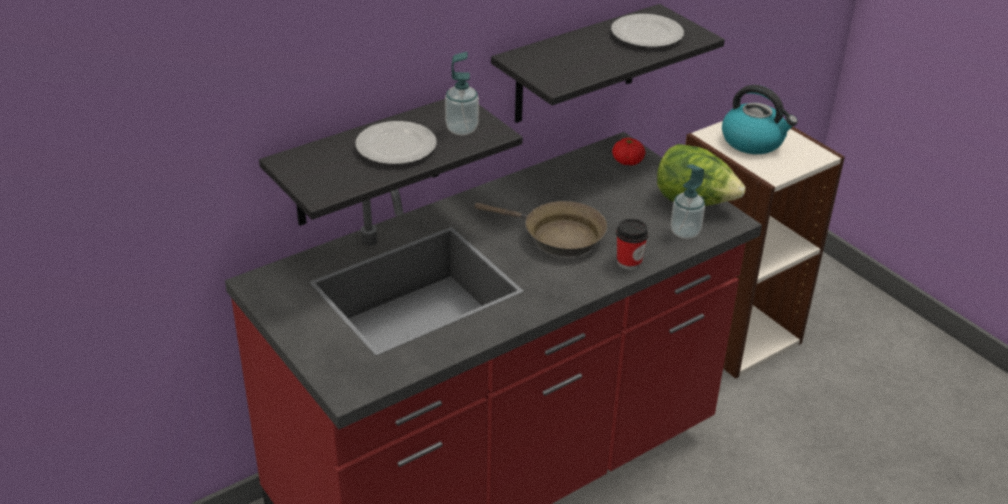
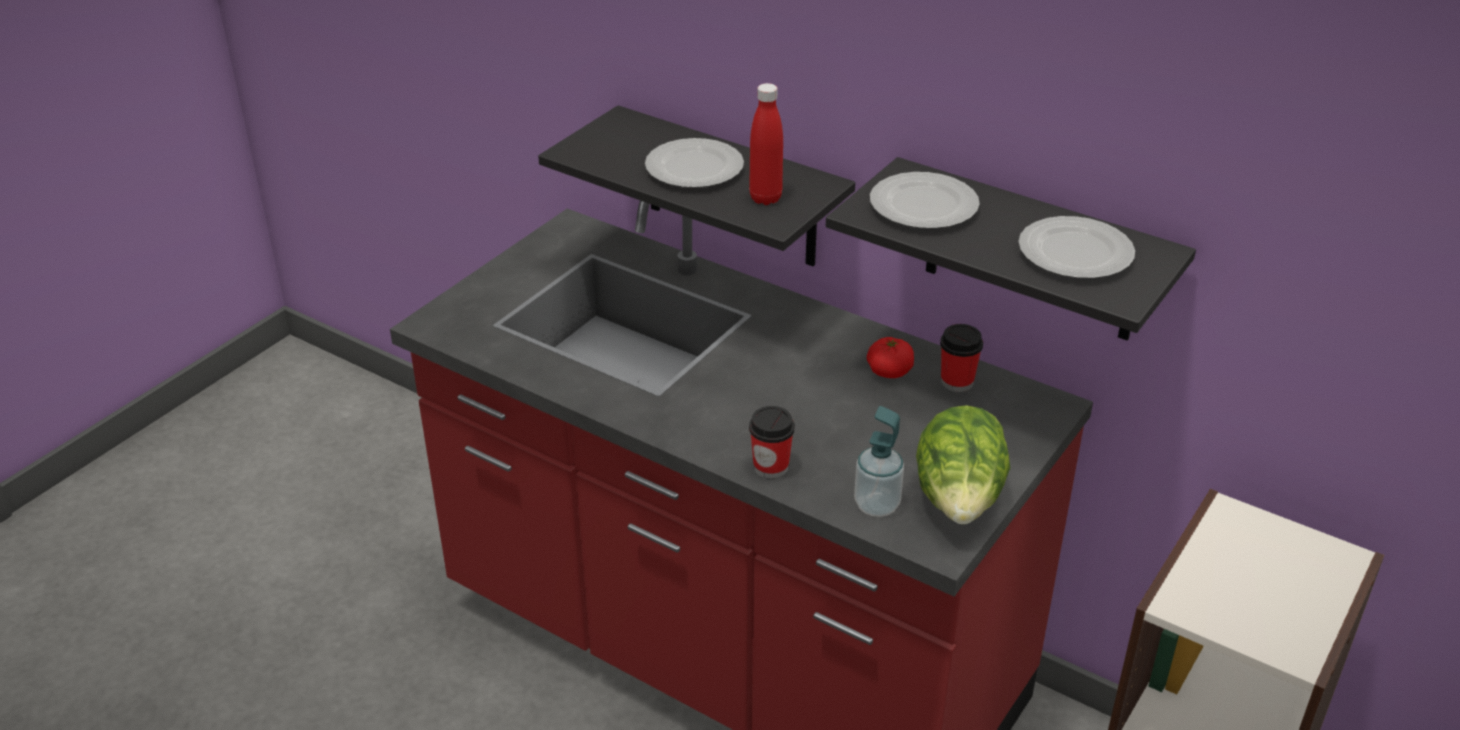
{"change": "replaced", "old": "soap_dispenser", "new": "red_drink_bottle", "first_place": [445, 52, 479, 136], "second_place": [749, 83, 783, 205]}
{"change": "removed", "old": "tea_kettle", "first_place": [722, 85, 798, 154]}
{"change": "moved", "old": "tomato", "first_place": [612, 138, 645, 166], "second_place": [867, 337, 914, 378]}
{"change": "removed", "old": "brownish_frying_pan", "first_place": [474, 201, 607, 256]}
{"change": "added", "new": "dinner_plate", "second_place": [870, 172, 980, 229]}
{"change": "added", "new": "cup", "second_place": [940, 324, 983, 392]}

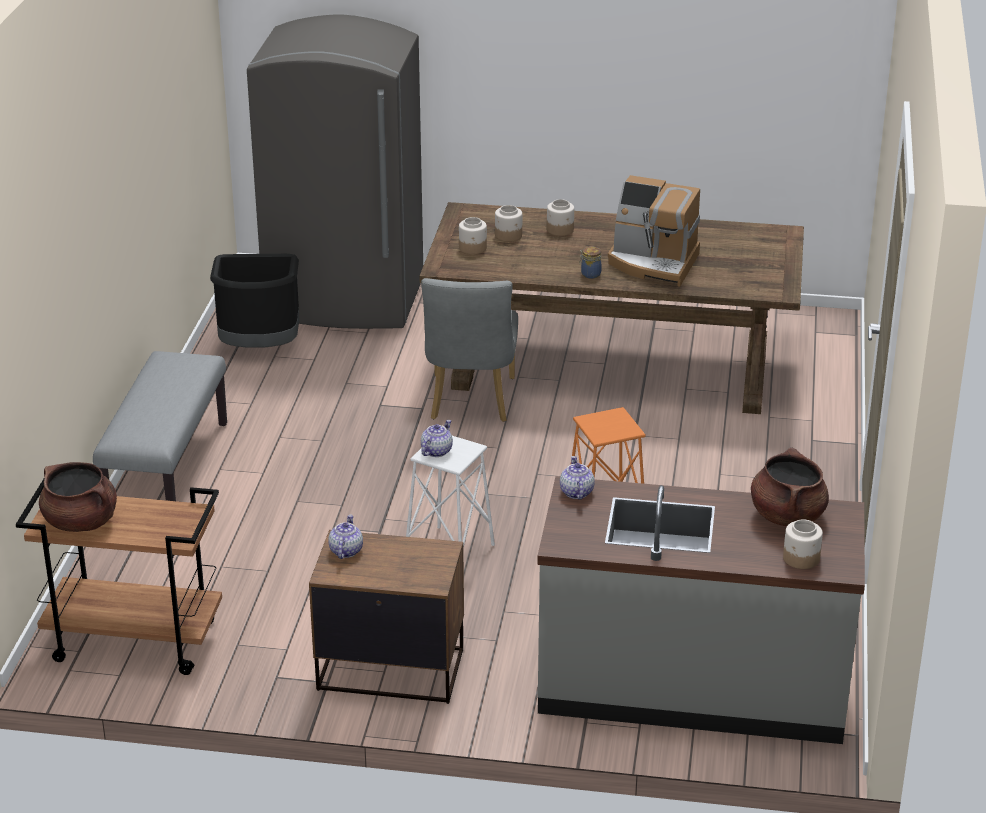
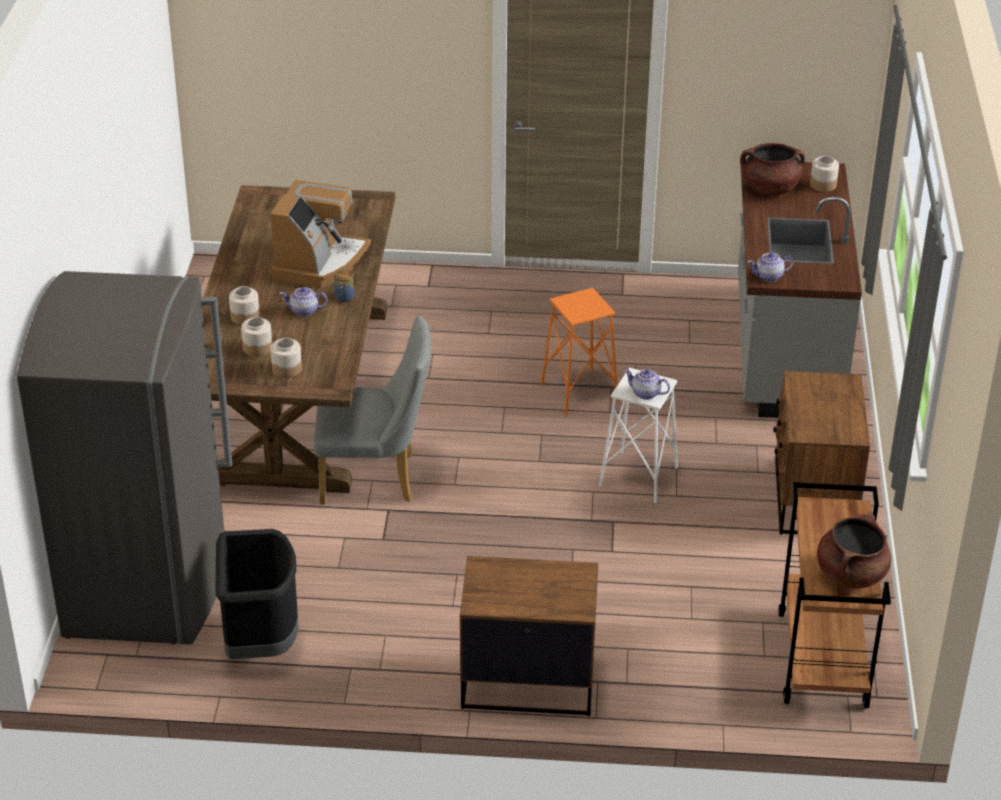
{"change": "replaced", "old": "grey_long_seat", "new": "brownish_night_table", "first_place": [93, 351, 227, 501], "second_place": [460, 556, 598, 716]}
{"change": "moved", "old": "tea_pot", "first_place": [328, 515, 363, 559], "second_place": [280, 287, 328, 317]}

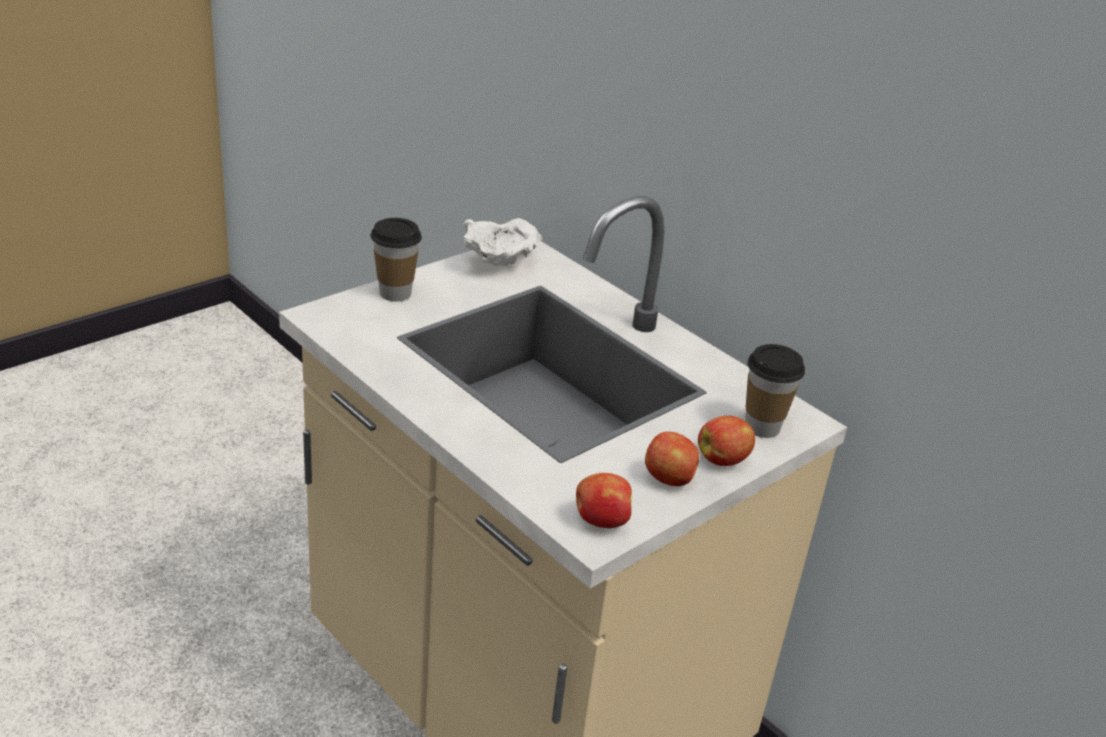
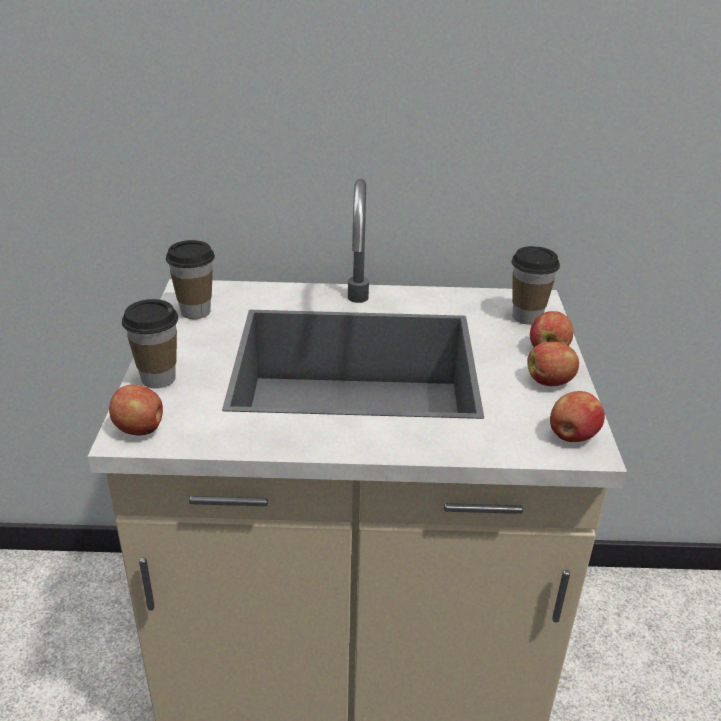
{"change": "replaced", "old": "whitish_bowl", "new": "cup", "first_place": [463, 218, 543, 266], "second_place": [166, 240, 215, 319]}
{"change": "added", "new": "apple", "second_place": [109, 384, 163, 435]}

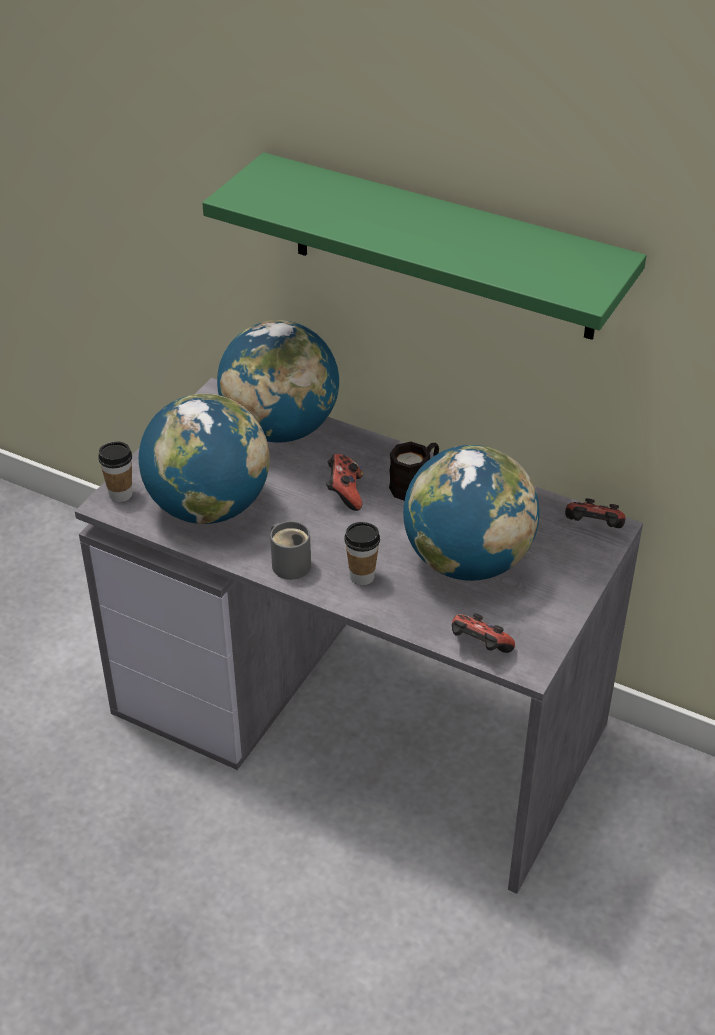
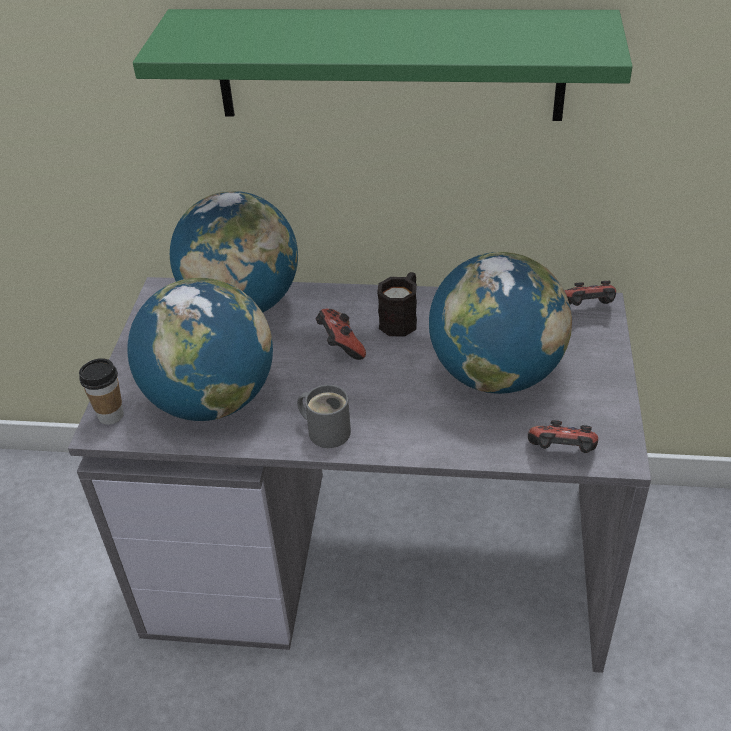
{"change": "removed", "old": "cup", "first_place": [345, 522, 380, 585]}

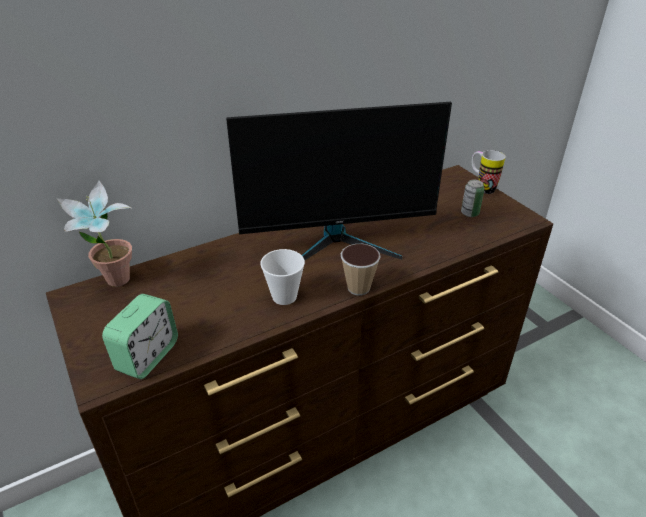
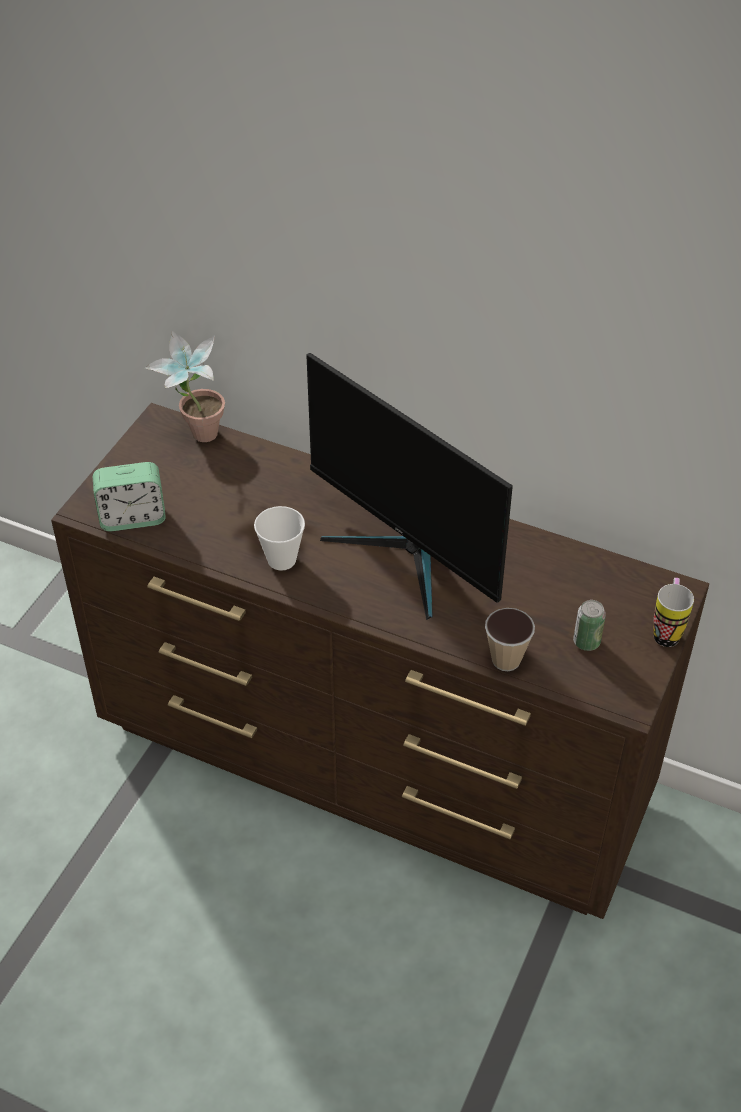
{"change": "moved", "old": "cup", "first_place": [341, 244, 381, 295], "second_place": [485, 608, 535, 671]}

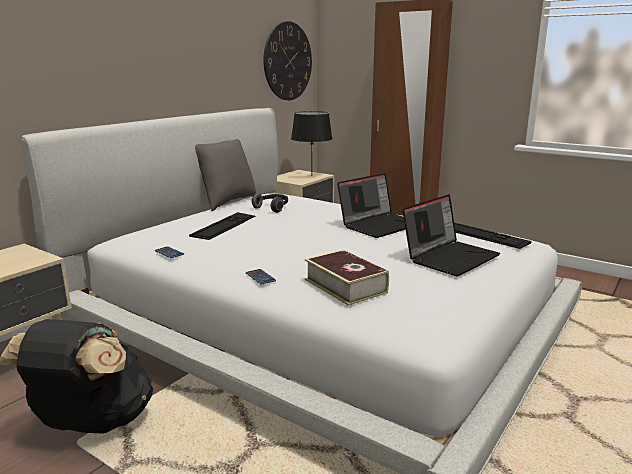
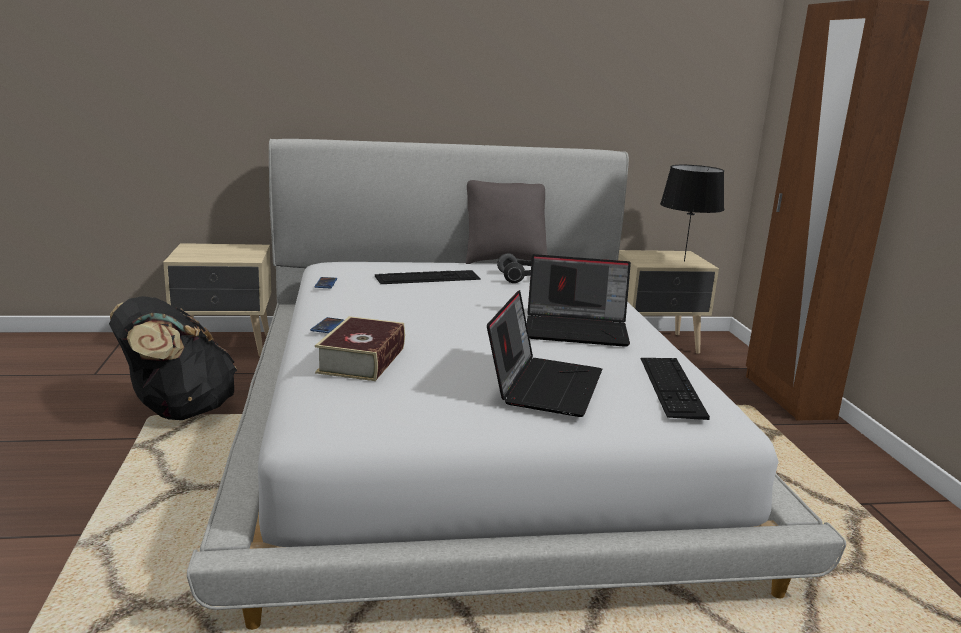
{"change": "removed", "old": "clock_on_the_wall", "first_place": [263, 21, 312, 100]}
{"change": "turned", "old": "portable_computer", "first_place": [402, 194, 501, 276], "second_place": [487, 290, 603, 417], "degrees": -75}

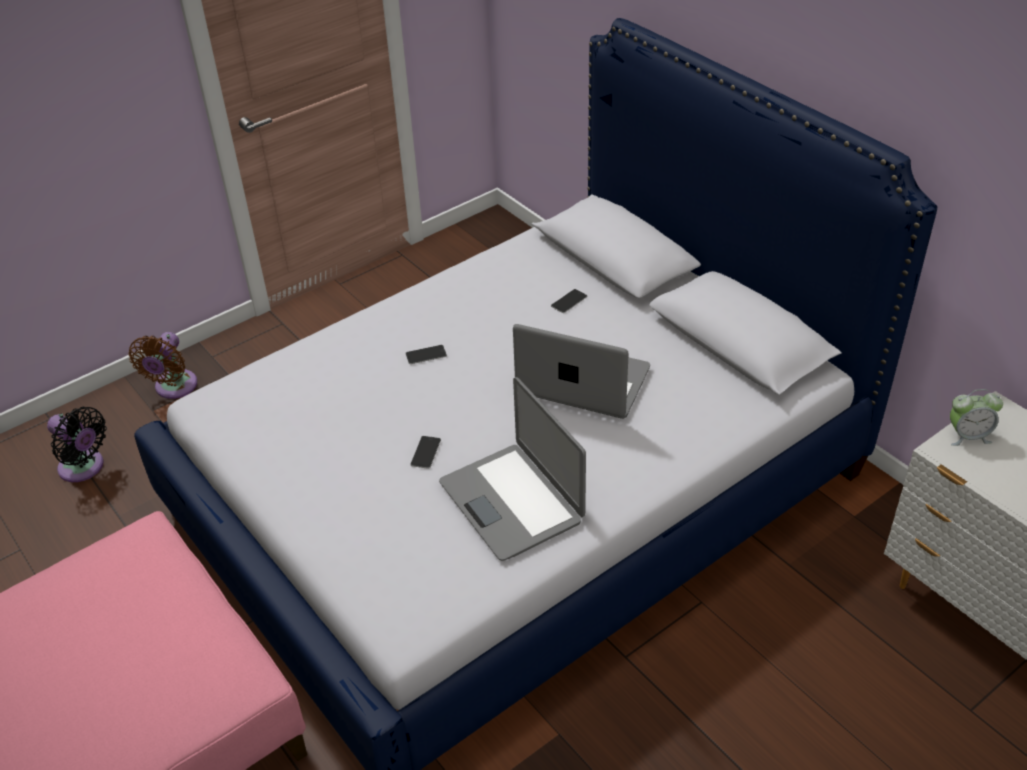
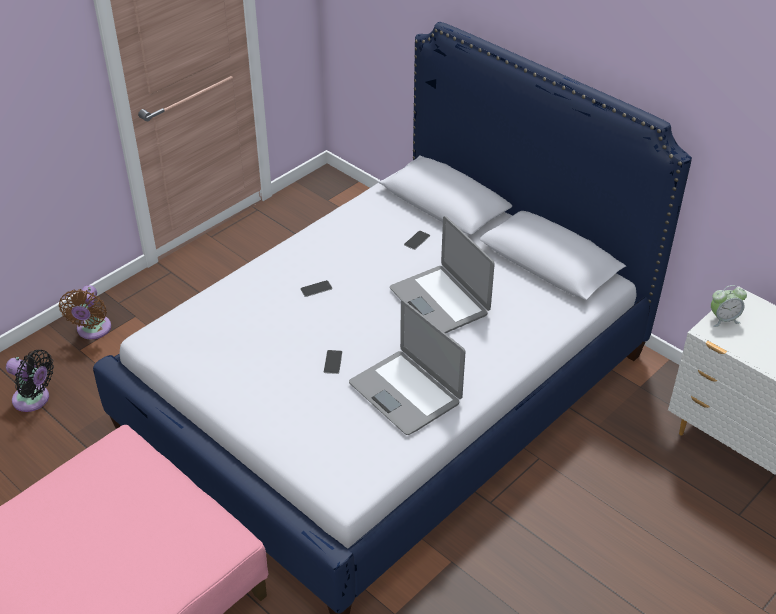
{"change": "turned", "old": "portable_computer", "first_place": [513, 324, 650, 419], "second_place": [390, 216, 495, 333], "degrees": -135}

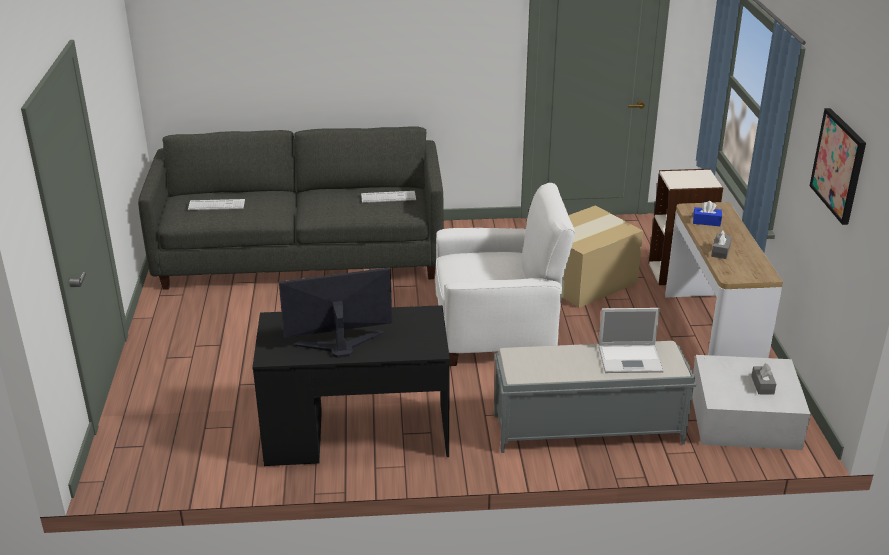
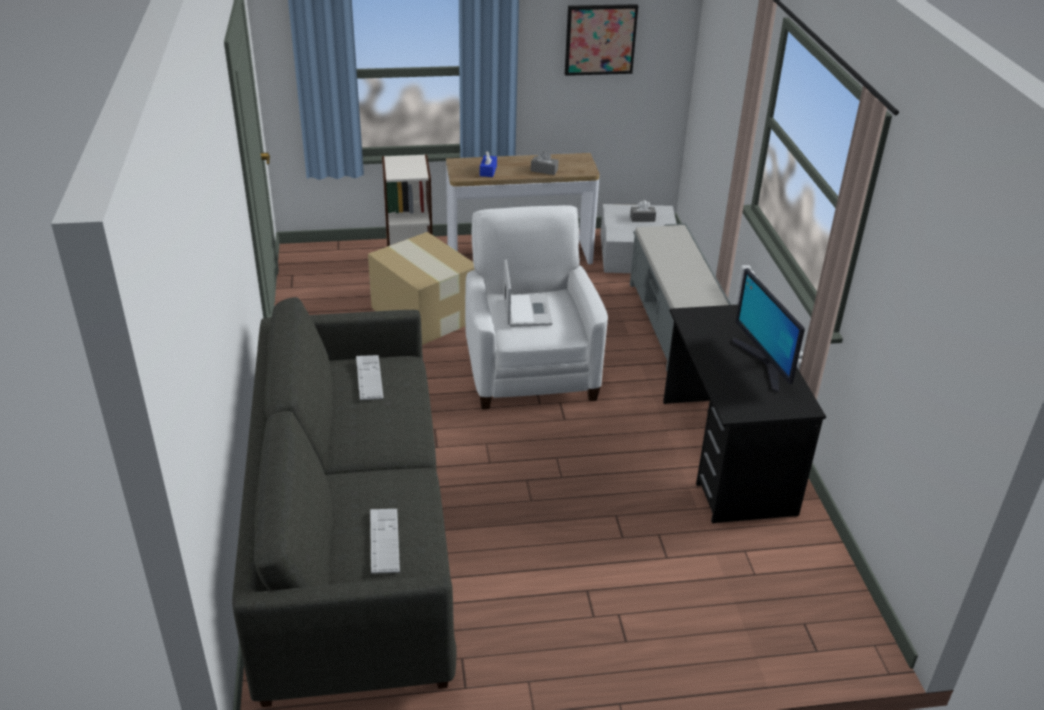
{"change": "moved", "old": "portable_computer", "first_place": [598, 308, 664, 373], "second_place": [503, 260, 553, 327]}

